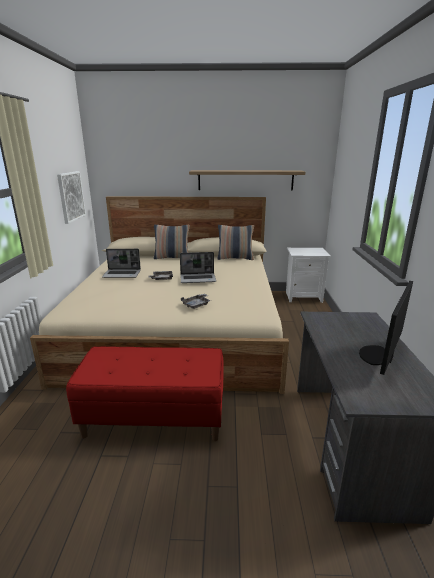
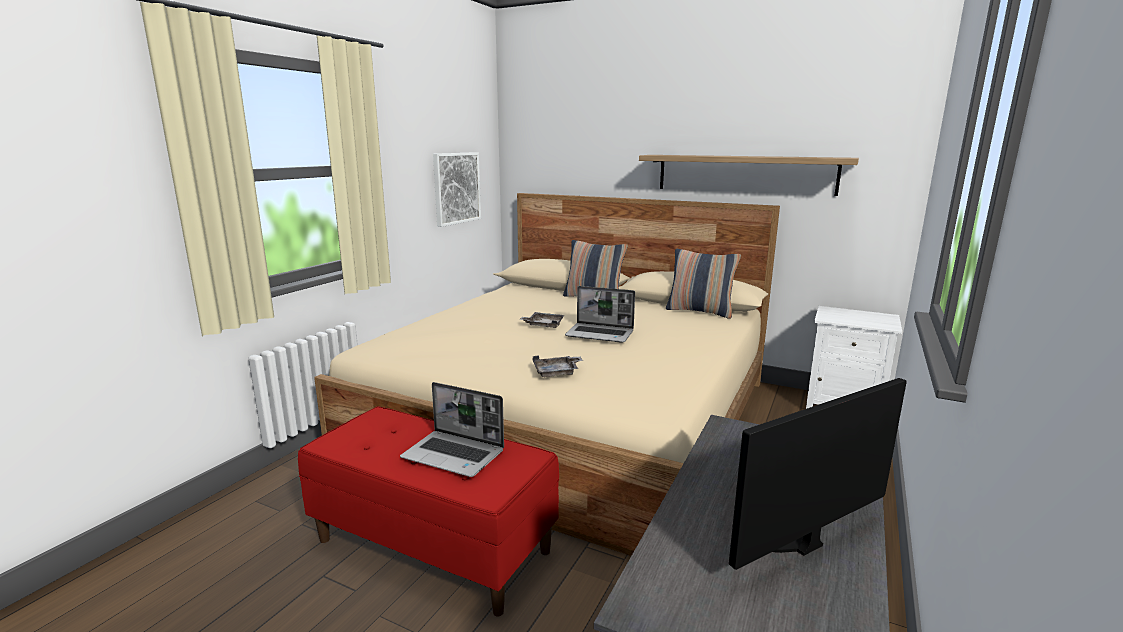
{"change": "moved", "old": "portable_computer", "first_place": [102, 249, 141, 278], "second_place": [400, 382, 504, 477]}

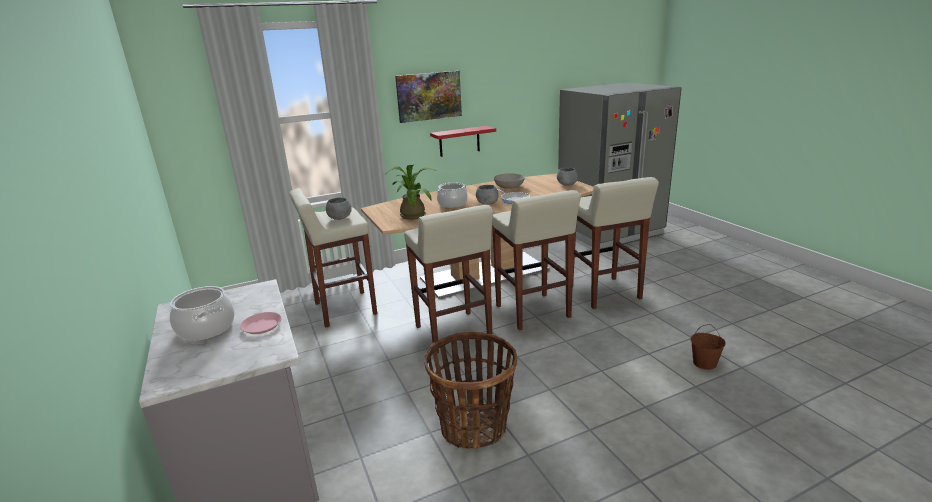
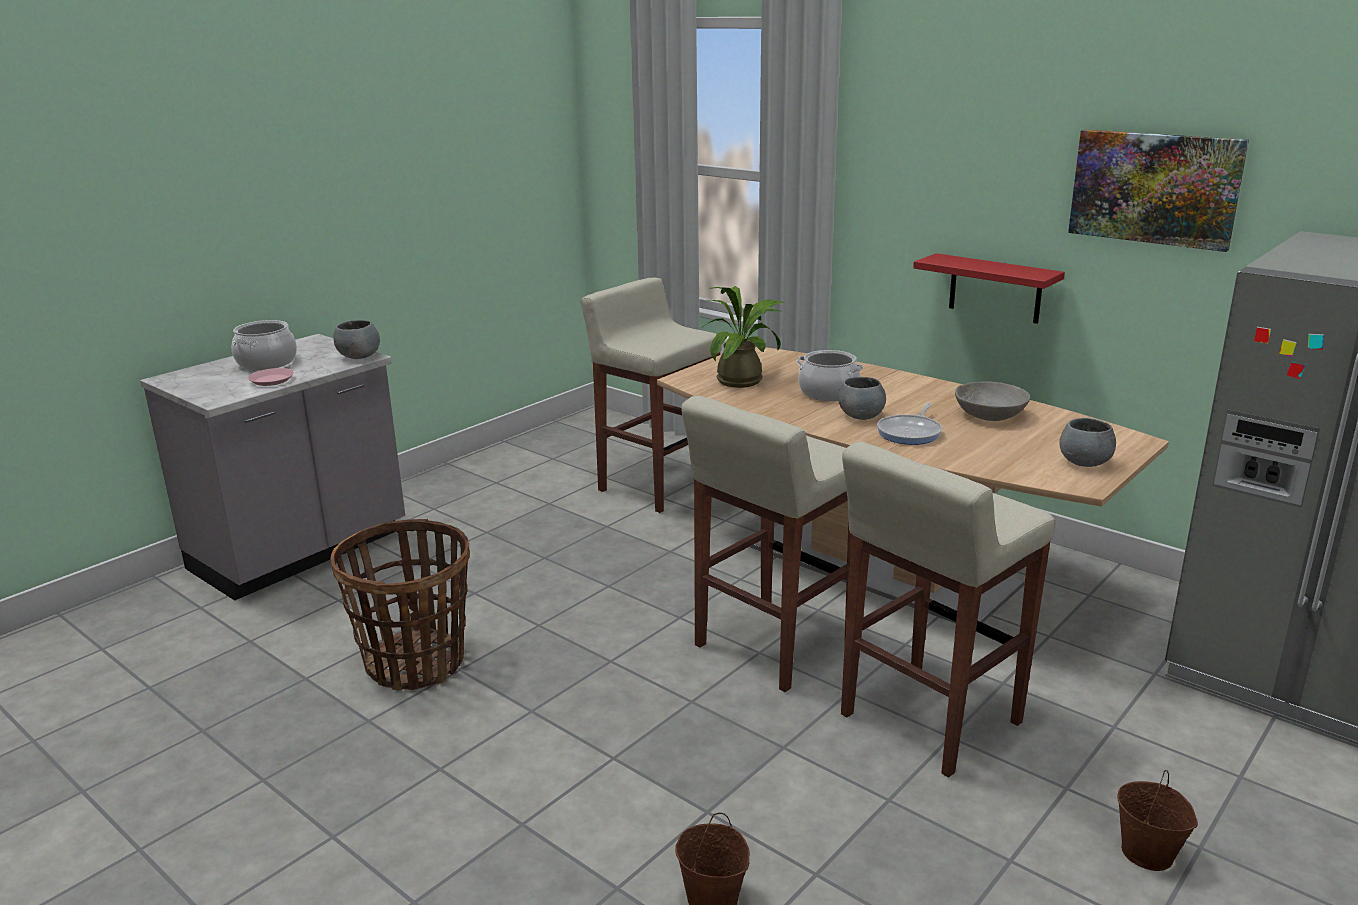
{"change": "moved", "old": "wall_picture", "first_place": [395, 71, 462, 123], "second_place": [1068, 130, 1249, 252]}
{"change": "moved", "old": "grey_bowl", "first_place": [326, 198, 352, 220], "second_place": [333, 320, 380, 359]}
{"change": "removed", "old": "beige-coloured_stool_seat", "first_place": [404, 205, 493, 353]}
{"change": "added", "new": "brownish_pail", "second_place": [1118, 770, 1198, 871]}

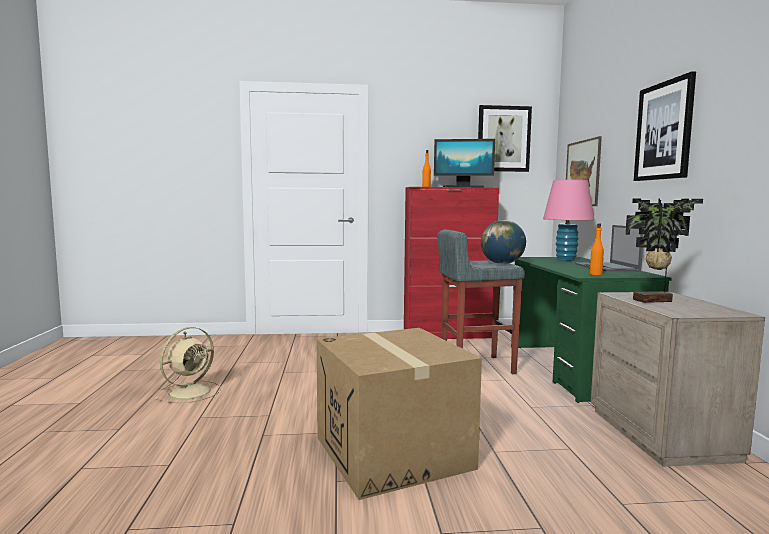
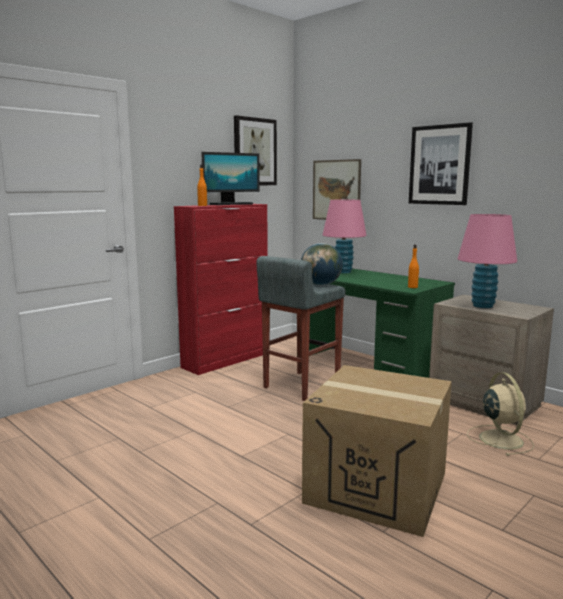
{"change": "replaced", "old": "houseplant", "new": "pink_lamp_for_a_table", "first_place": [625, 199, 703, 303], "second_place": [458, 214, 517, 308]}
{"change": "removed", "old": "portable_computer", "first_place": [575, 225, 644, 271]}
{"change": "moved", "old": "beige-coloured_electric_fan", "first_place": [155, 327, 221, 403], "second_place": [467, 372, 534, 456]}

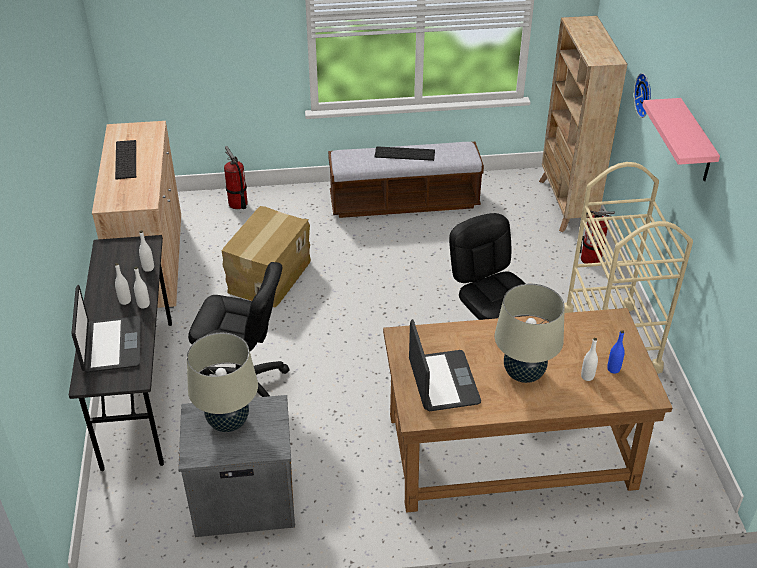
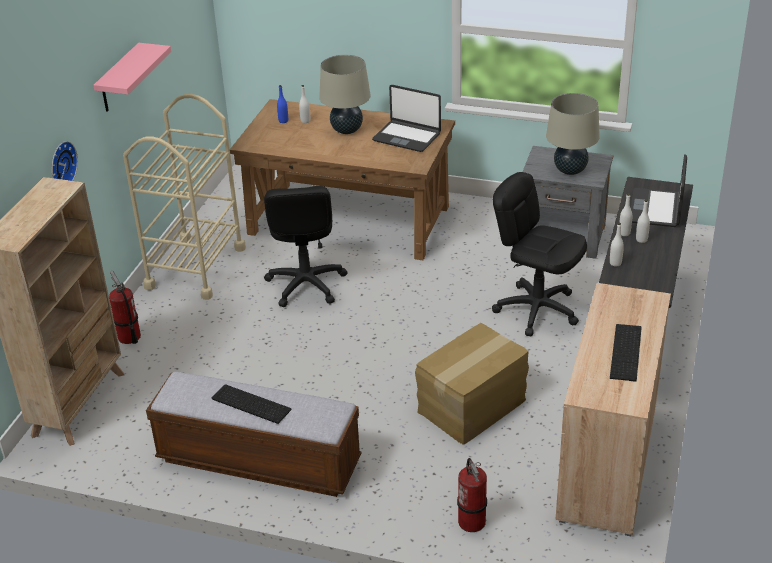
{"change": "turned", "old": "portable_computer", "first_place": [409, 319, 481, 411], "second_place": [372, 85, 441, 152], "degrees": -75}

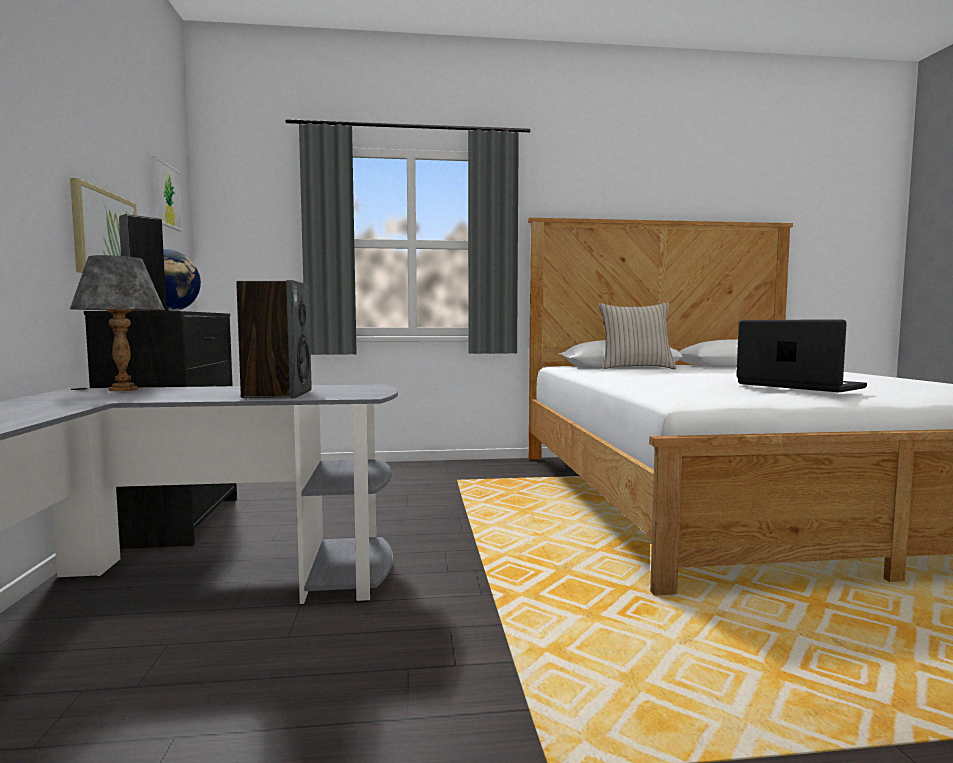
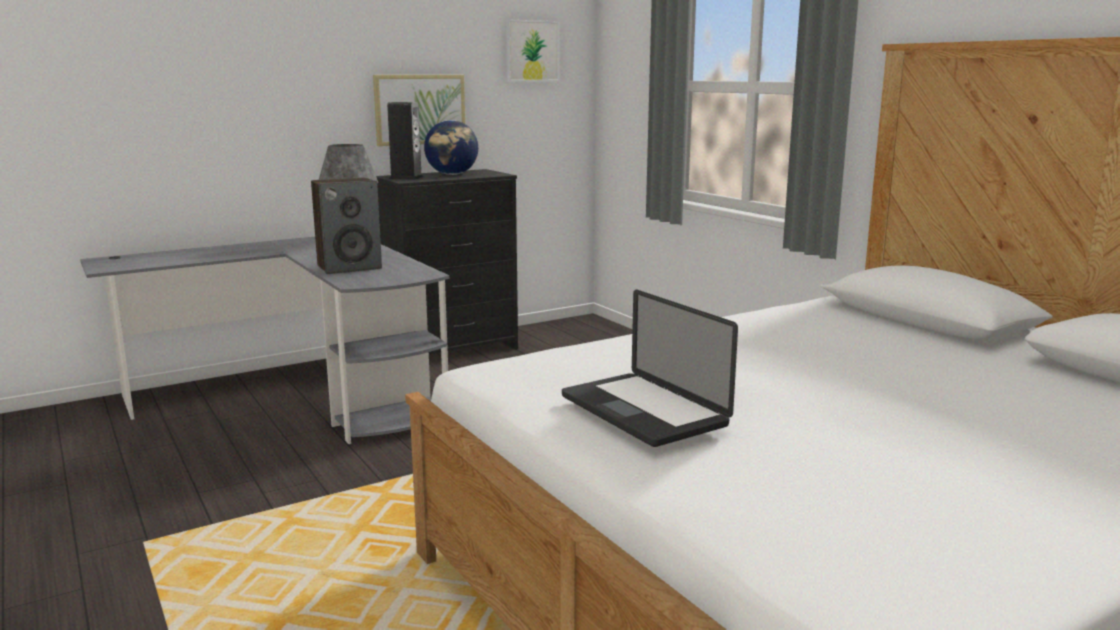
{"change": "removed", "old": "beige-coloured_pillow", "first_place": [598, 303, 677, 369]}
{"change": "turned", "old": "portable_computer", "first_place": [736, 319, 867, 392], "second_place": [562, 290, 738, 447], "degrees": 120}

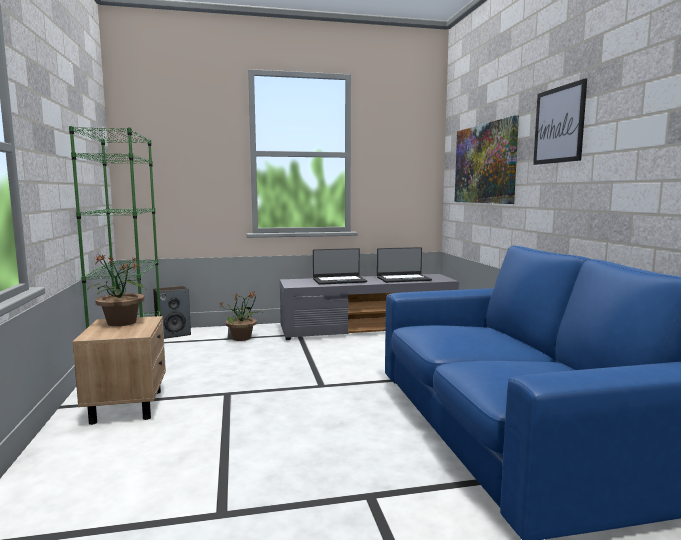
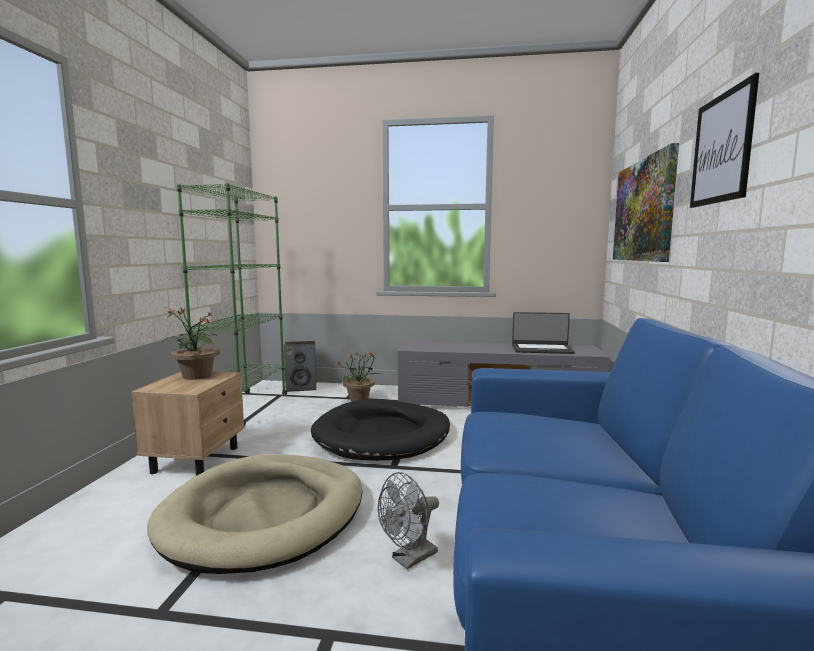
{"change": "removed", "old": "portable_computer", "first_place": [313, 248, 367, 285]}
{"change": "added", "new": "black_dog_bed", "second_place": [311, 399, 450, 461]}
{"change": "added", "new": "beige-coloured_dog_bed", "second_place": [147, 454, 362, 574]}
{"change": "added", "new": "grey_electric_fan", "second_place": [378, 472, 439, 570]}

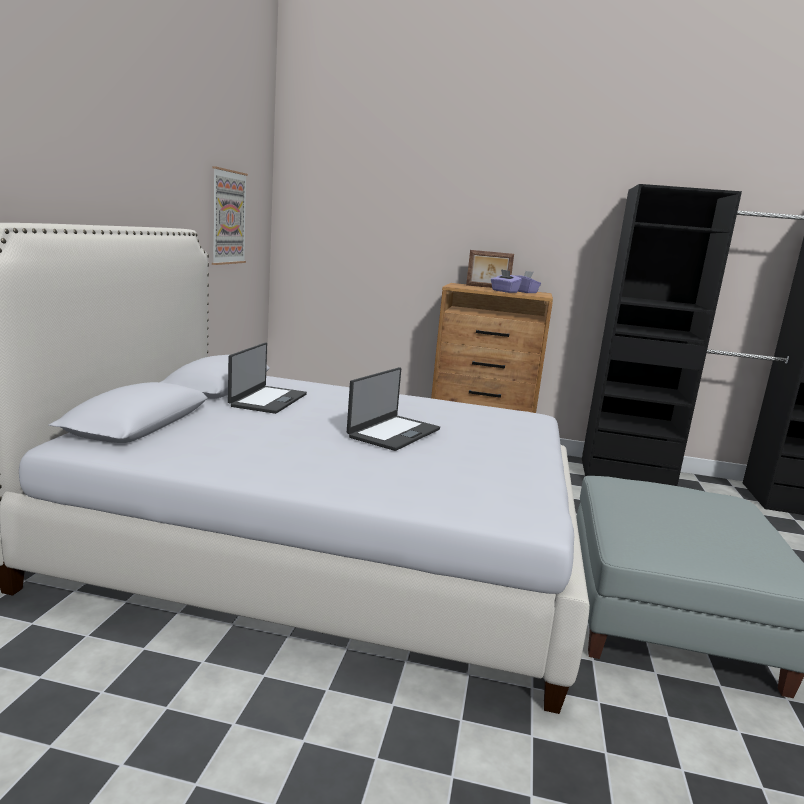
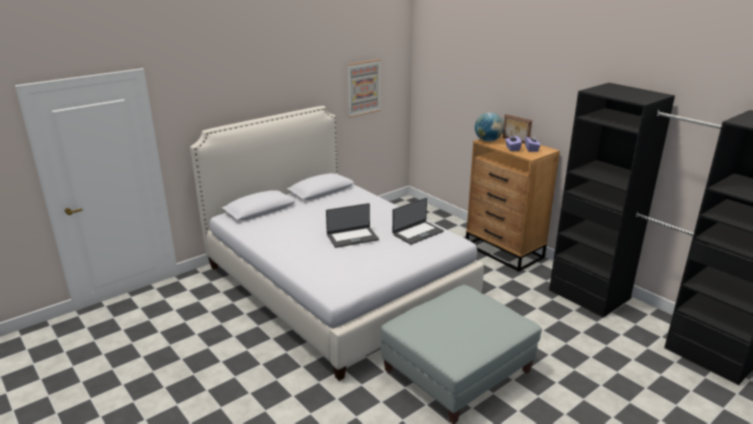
{"change": "moved", "old": "portable_computer", "first_place": [228, 343, 307, 414], "second_place": [392, 198, 444, 245]}
{"change": "added", "new": "desk_globe", "second_place": [475, 113, 504, 142]}

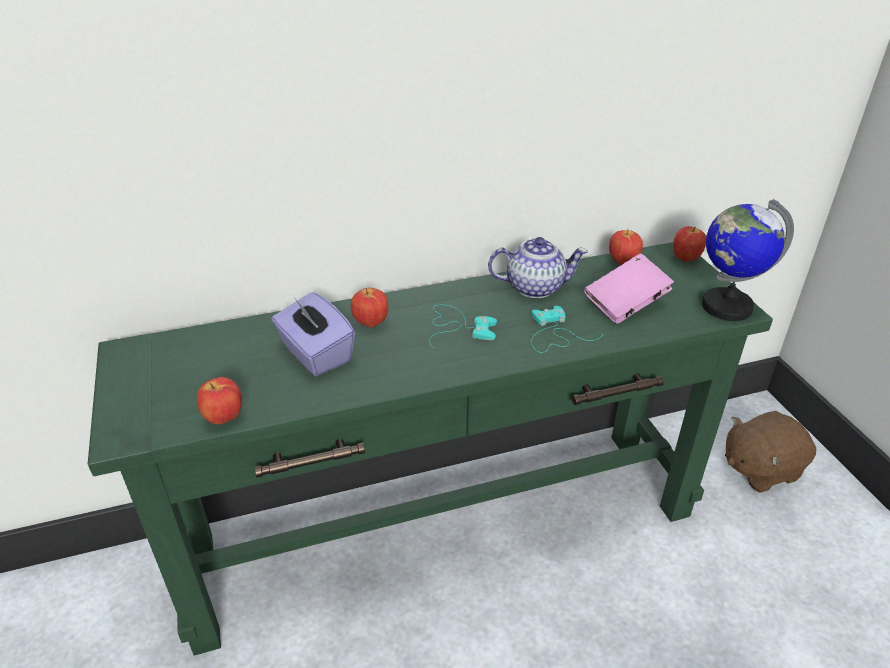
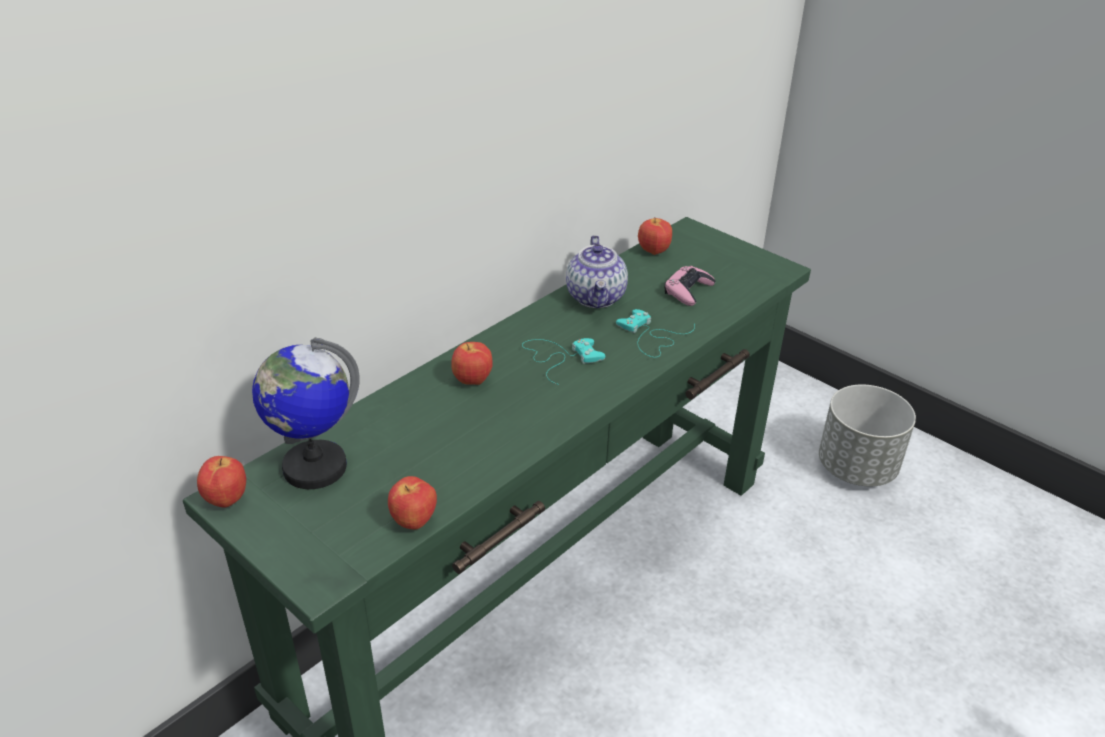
{"change": "moved", "old": "desk_globe", "first_place": [702, 199, 794, 321], "second_place": [252, 338, 360, 489]}
{"change": "moved", "old": "apple", "first_place": [673, 226, 706, 262], "second_place": [197, 456, 246, 508]}
{"change": "turned", "old": "tea_pot", "first_place": [488, 237, 588, 298], "second_place": [566, 235, 628, 308], "degrees": 120}
{"change": "replaced", "old": "pink_book", "new": "pink_gamepad", "first_place": [584, 253, 674, 324], "second_place": [664, 266, 716, 306]}
{"change": "removed", "old": "purple-coloured_tissue_box", "first_place": [272, 292, 355, 376]}
{"change": "removed", "old": "brownish_plush_toy", "first_place": [725, 411, 816, 493]}
{"change": "added", "new": "grey_planter", "second_place": [819, 384, 916, 486]}

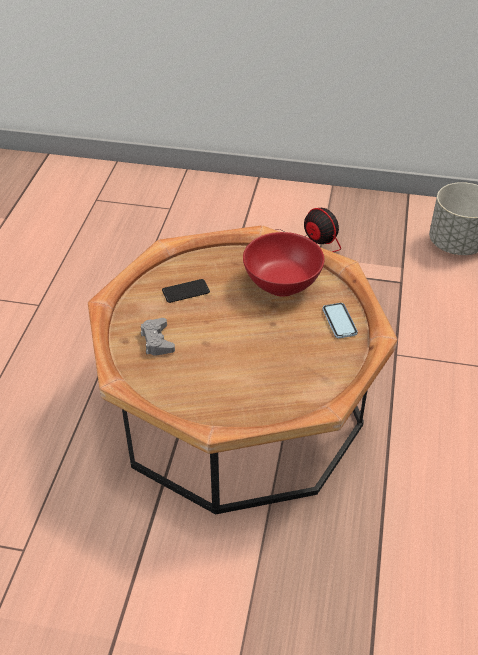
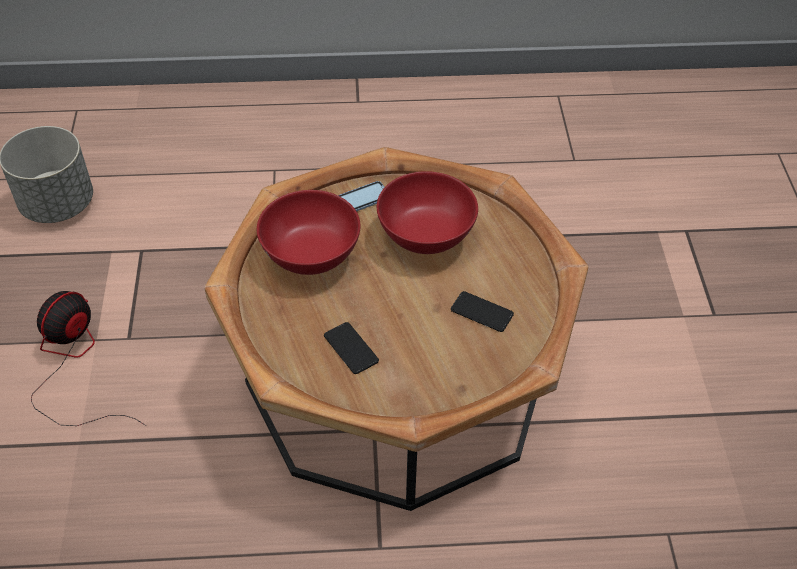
{"change": "removed", "old": "grey_gamepad", "first_place": [141, 318, 175, 356]}
{"change": "added", "new": "red_bowl", "second_place": [377, 171, 478, 254]}
{"change": "added", "new": "handset", "second_place": [451, 291, 514, 332]}

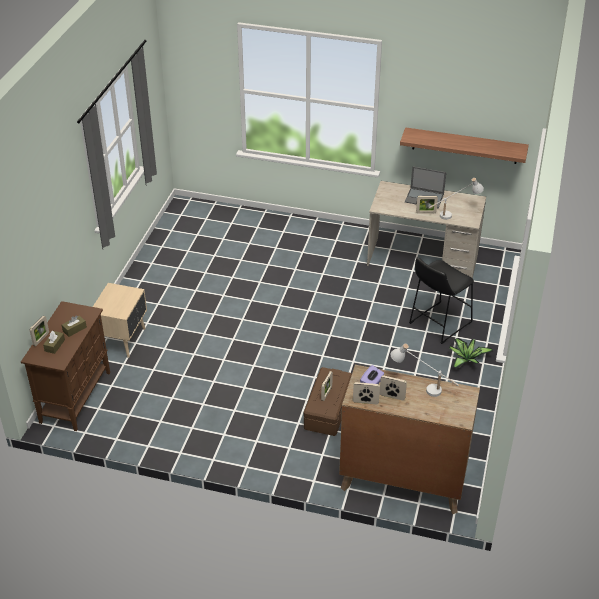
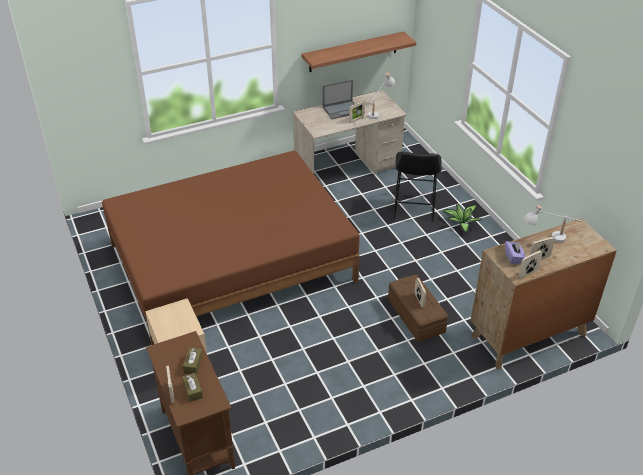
{"change": "added", "new": "brownish_sleeping_bed", "second_place": [102, 151, 360, 345]}

